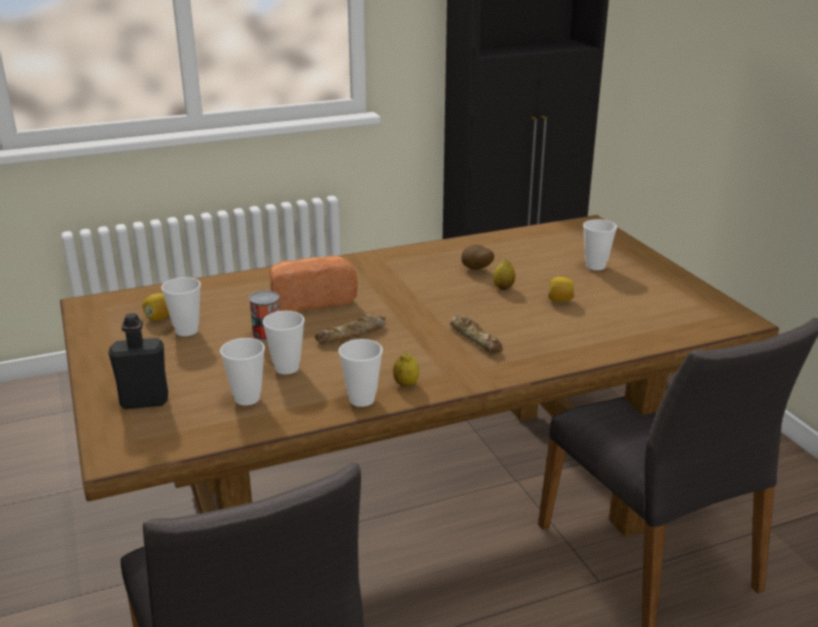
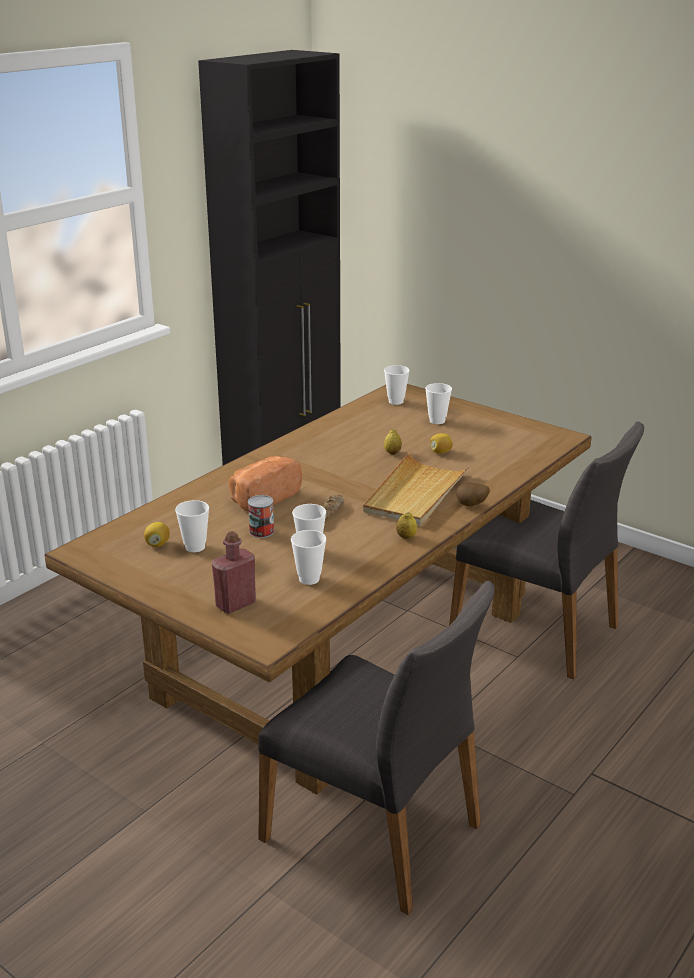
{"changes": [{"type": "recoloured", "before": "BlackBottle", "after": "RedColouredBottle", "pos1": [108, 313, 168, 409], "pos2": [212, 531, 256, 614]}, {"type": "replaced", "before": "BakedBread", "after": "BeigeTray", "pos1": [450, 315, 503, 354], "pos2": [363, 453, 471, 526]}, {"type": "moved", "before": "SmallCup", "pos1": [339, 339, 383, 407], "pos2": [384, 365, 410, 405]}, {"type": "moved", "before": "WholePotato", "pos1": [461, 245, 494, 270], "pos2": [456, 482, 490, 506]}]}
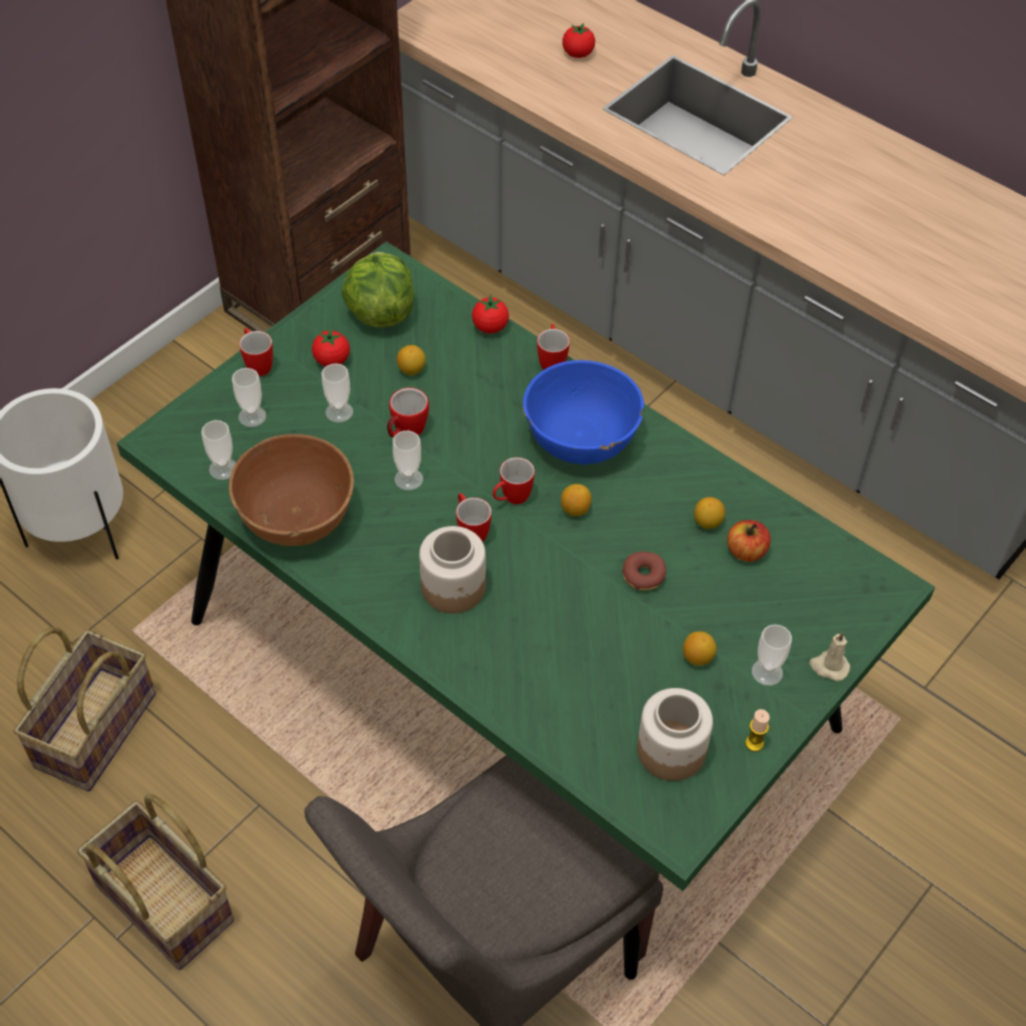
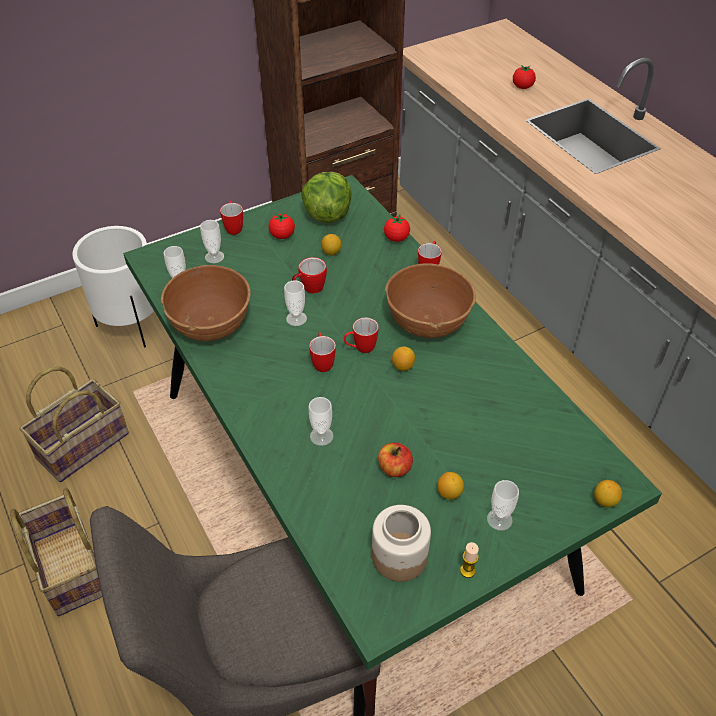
{"changes": [{"type": "moved", "before": "SmallCup", "pos1": [321, 363, 353, 423], "pos2": [309, 397, 334, 446]}, {"type": "moved", "before": "Apple", "pos1": [727, 520, 771, 562], "pos2": [378, 443, 413, 477]}, {"type": "recoloured", "before": "BlueServingBowl", "after": "BrownColouredServingBowl", "pos1": [523, 360, 644, 465], "pos2": [385, 263, 476, 338]}, {"type": "moved", "before": "CitrusFruit", "pos1": [694, 497, 725, 529], "pos2": [594, 480, 622, 507]}, {"type": "removed", "before": "StorageJar", "pos1": [419, 526, 486, 613]}, {"type": "removed", "before": "RingDoughnut", "pos1": [622, 552, 666, 590]}, {"type": "removed", "before": "BeigeWaxLight", "pos1": [809, 632, 850, 681]}]}
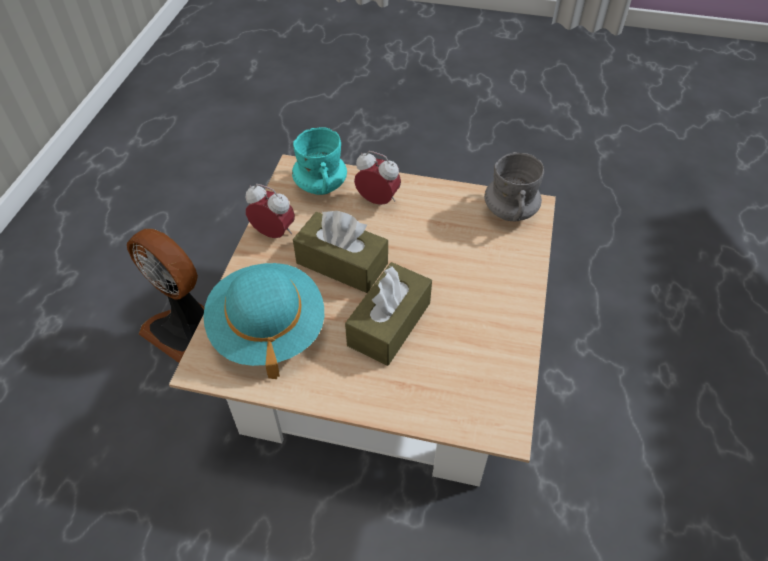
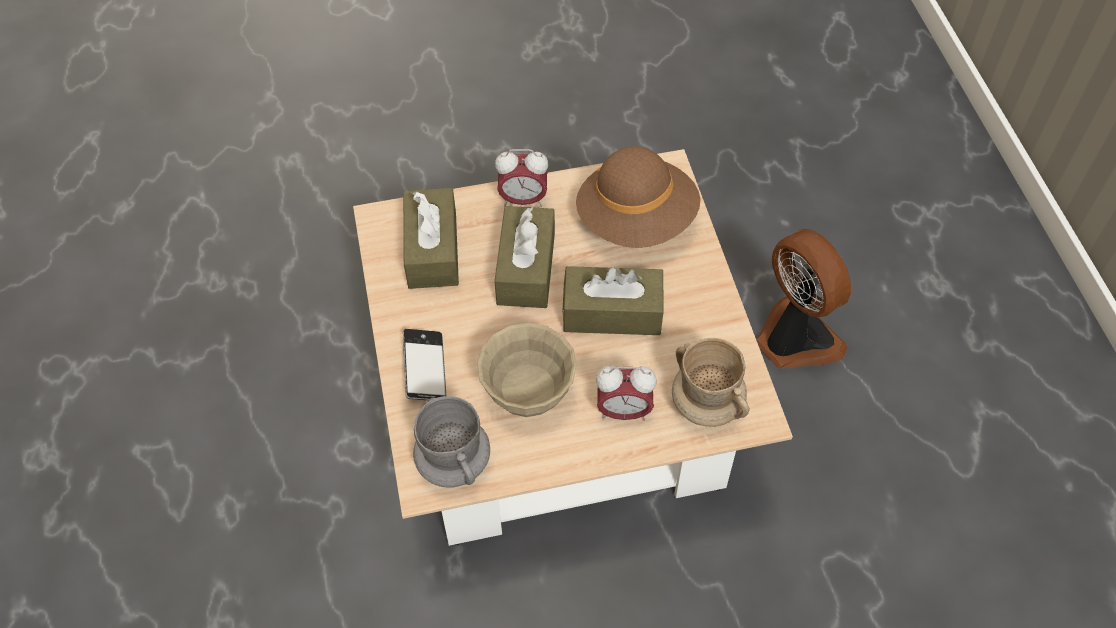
{"changes": [{"type": "added", "after": "BrownColouredTissueHolder", "pos2": [403, 188, 459, 289]}, {"type": "added", "after": "Phone", "pos2": [403, 329, 447, 401]}, {"type": "added", "after": "BeigeServingBowl", "pos2": [477, 322, 577, 417]}, {"type": "moved", "before": "BedsideClock", "pos1": [246, 184, 295, 238], "pos2": [495, 149, 548, 207]}, {"type": "recoloured", "before": "BlueGreenWearableHat", "after": "BrownColouredWearableHat", "pos1": [203, 263, 324, 379], "pos2": [576, 146, 701, 248]}, {"type": "recoloured", "before": "BlueGreenTeaMug", "after": "BeigeTeaMug", "pos1": [292, 127, 347, 195], "pos2": [672, 338, 750, 427]}, {"type": "turned", "before": "CoolingFan", "pos1": [127, 229, 204, 363], "pos2": [756, 229, 851, 368], "turn": 45}]}
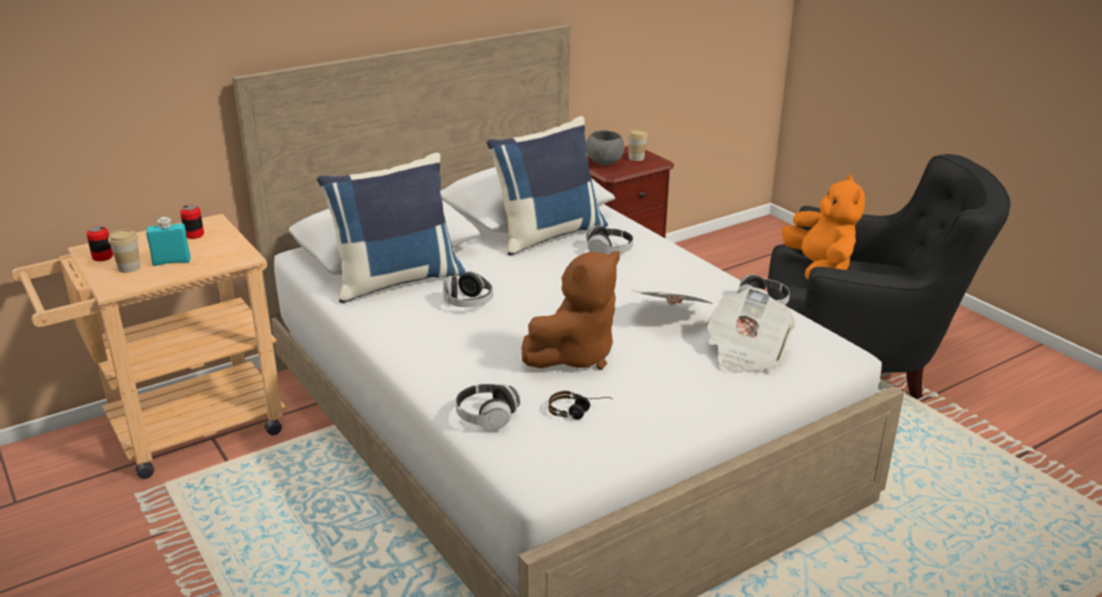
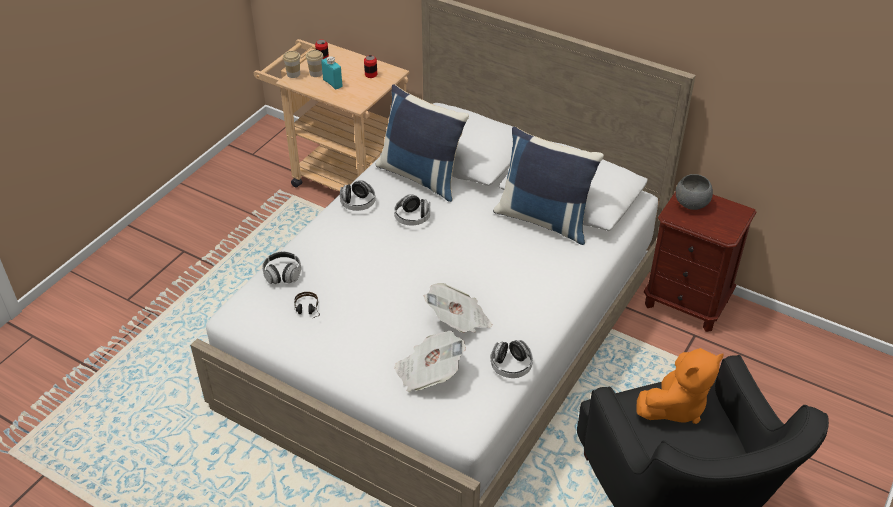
{"changes": [{"type": "moved", "before": "SmallCup", "pos1": [627, 129, 648, 161], "pos2": [283, 51, 301, 78]}, {"type": "moved", "before": "Headphones", "pos1": [586, 225, 633, 255], "pos2": [340, 180, 376, 211]}, {"type": "removed", "before": "BrownColouredCuddlyToy", "pos1": [521, 251, 620, 370]}]}
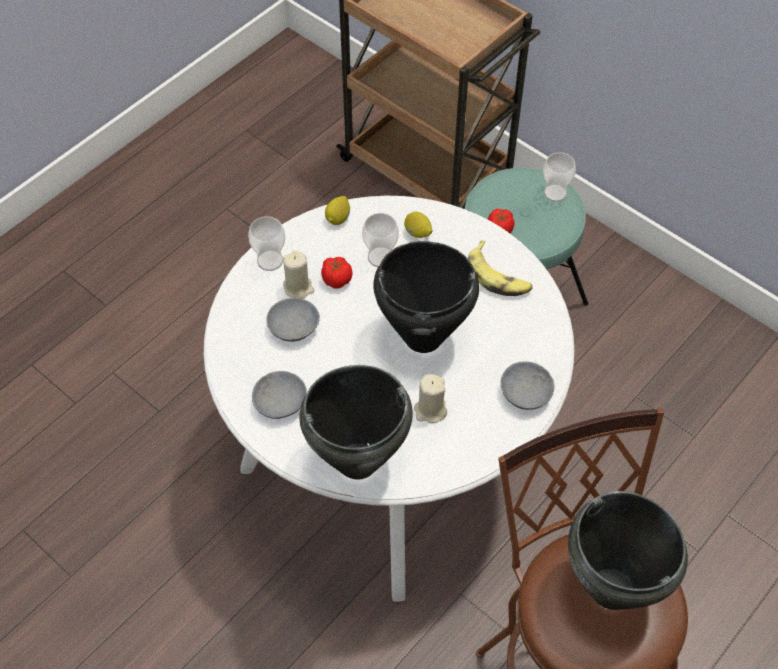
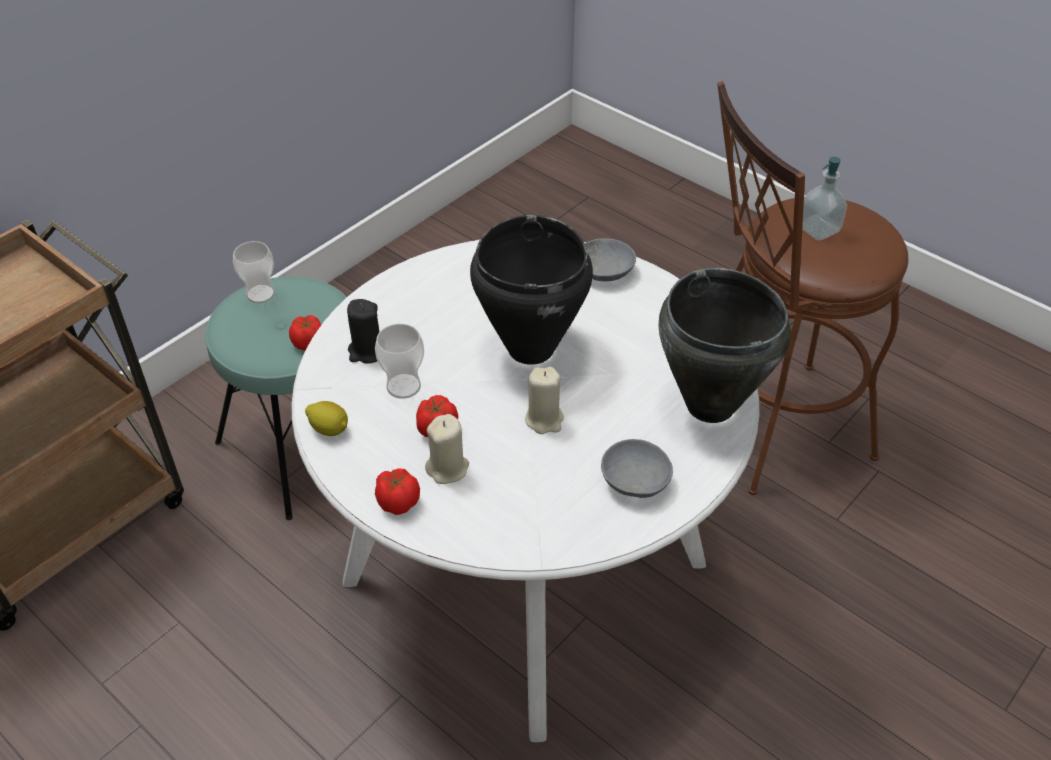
{"changes": [{"type": "replaced", "before": "CitrusFruit", "after": "BlackWaxLight", "pos1": [404, 212, 432, 238], "pos2": [347, 299, 379, 364]}, {"type": "replaced", "before": "SmallCup", "after": "Tomato", "pos1": [248, 216, 285, 271], "pos2": [375, 468, 420, 515]}, {"type": "moved", "before": "BeigeWaxLight", "pos1": [414, 374, 447, 423], "pos2": [525, 367, 564, 434]}, {"type": "replaced", "before": "BlackStockpot", "after": "LiquidSoapBottle", "pos1": [568, 491, 688, 610], "pos2": [802, 157, 847, 241]}, {"type": "removed", "before": "GreyServingBowl", "pos1": [266, 298, 320, 342]}, {"type": "removed", "before": "BananaFruit", "pos1": [468, 241, 533, 296]}]}
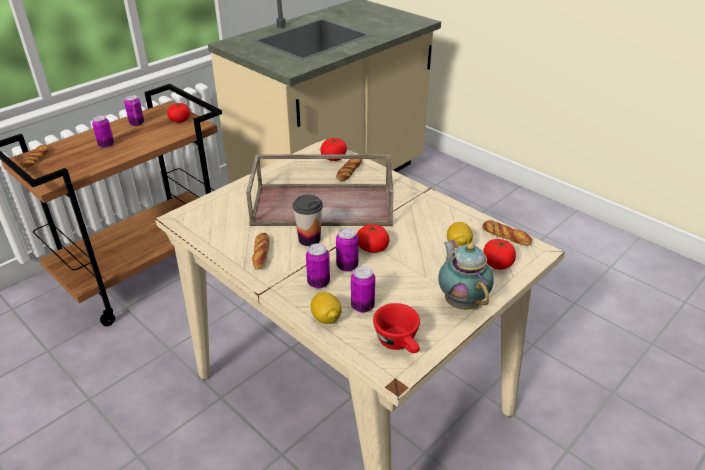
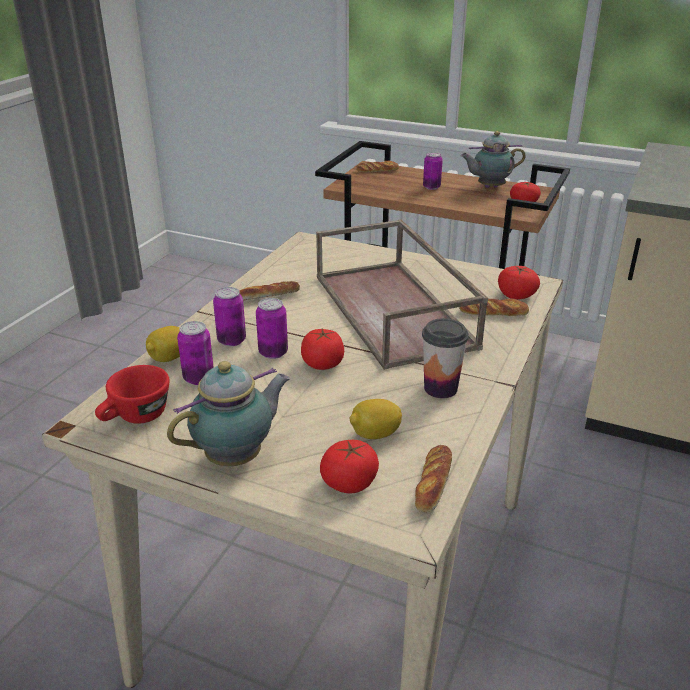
{"changes": [{"type": "moved", "before": "SmallCup", "pos1": [293, 194, 323, 246], "pos2": [422, 318, 469, 398]}, {"type": "replaced", "before": "SealedCan", "after": "PotForTea", "pos1": [124, 95, 144, 126], "pos2": [461, 131, 526, 188]}]}
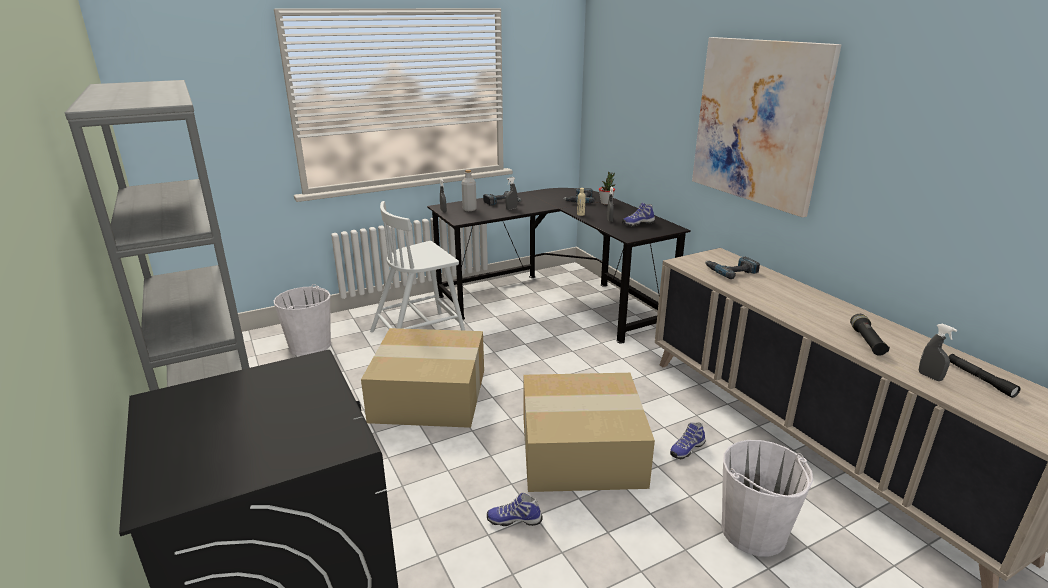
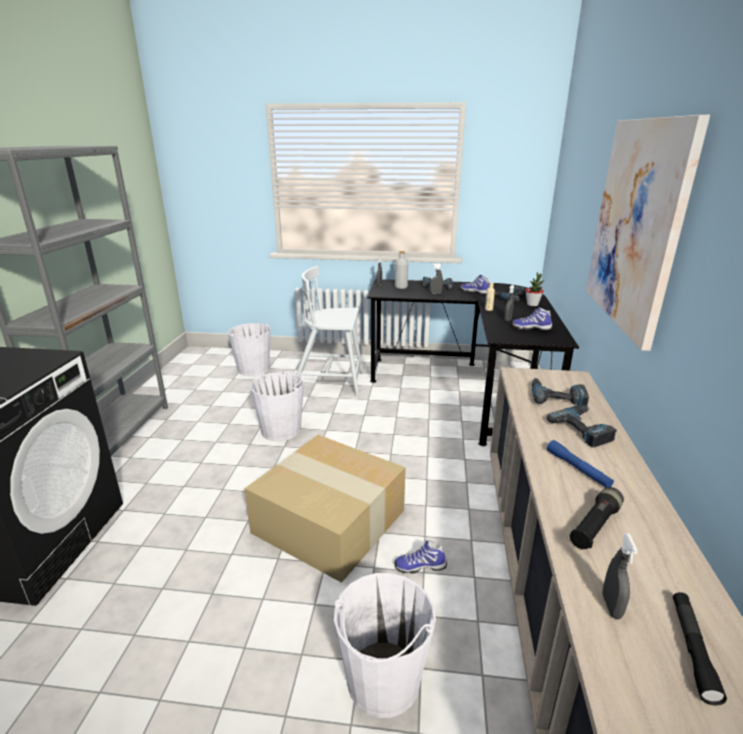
{"changes": [{"type": "replaced", "before": "CardboardBox", "after": "WhitePail", "pos1": [361, 328, 484, 428], "pos2": [250, 371, 304, 441]}, {"type": "moved", "before": "Shoe", "pos1": [487, 493, 543, 526], "pos2": [460, 275, 489, 295]}, {"type": "added", "after": "ElectricDrill", "pos2": [547, 405, 617, 447]}, {"type": "added", "after": "BlueTorch", "pos2": [547, 440, 614, 487]}]}
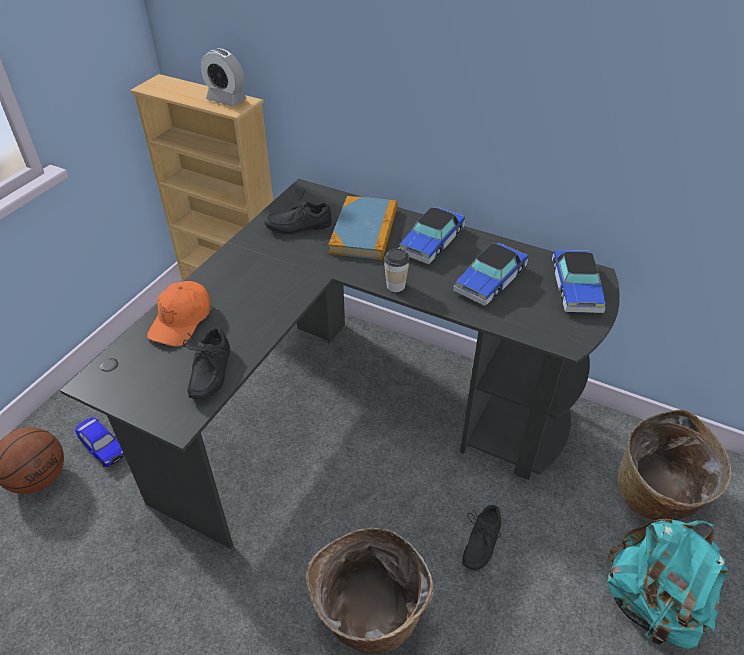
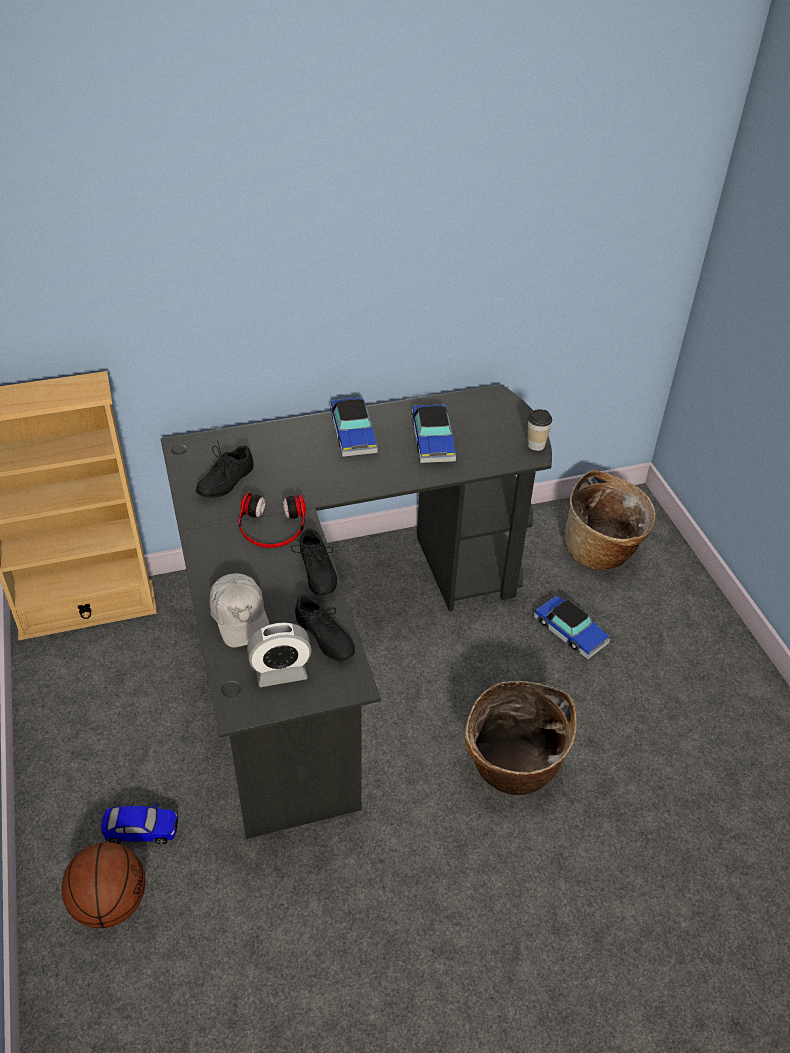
{"changes": [{"type": "recoloured", "before": "OrangeyPeakedCap", "after": "WhitePeakedCap", "pos1": [147, 281, 210, 346], "pos2": [209, 573, 270, 648]}, {"type": "added", "after": "Headphones", "pos2": [239, 493, 306, 548]}, {"type": "moved", "before": "BedsideClock", "pos1": [201, 48, 247, 107], "pos2": [247, 622, 312, 687]}, {"type": "moved", "before": "BlackShoe", "pos1": [462, 505, 501, 571], "pos2": [291, 528, 337, 595]}, {"type": "moved", "before": "SmallCup", "pos1": [384, 248, 410, 292], "pos2": [527, 409, 552, 451]}, {"type": "moved", "before": "ModelCar", "pos1": [552, 250, 606, 313], "pos2": [534, 596, 610, 659]}, {"type": "removed", "before": "Volume", "pos1": [328, 196, 397, 260]}, {"type": "removed", "before": "BlueGreenRucksack", "pos1": [607, 519, 728, 649]}]}
